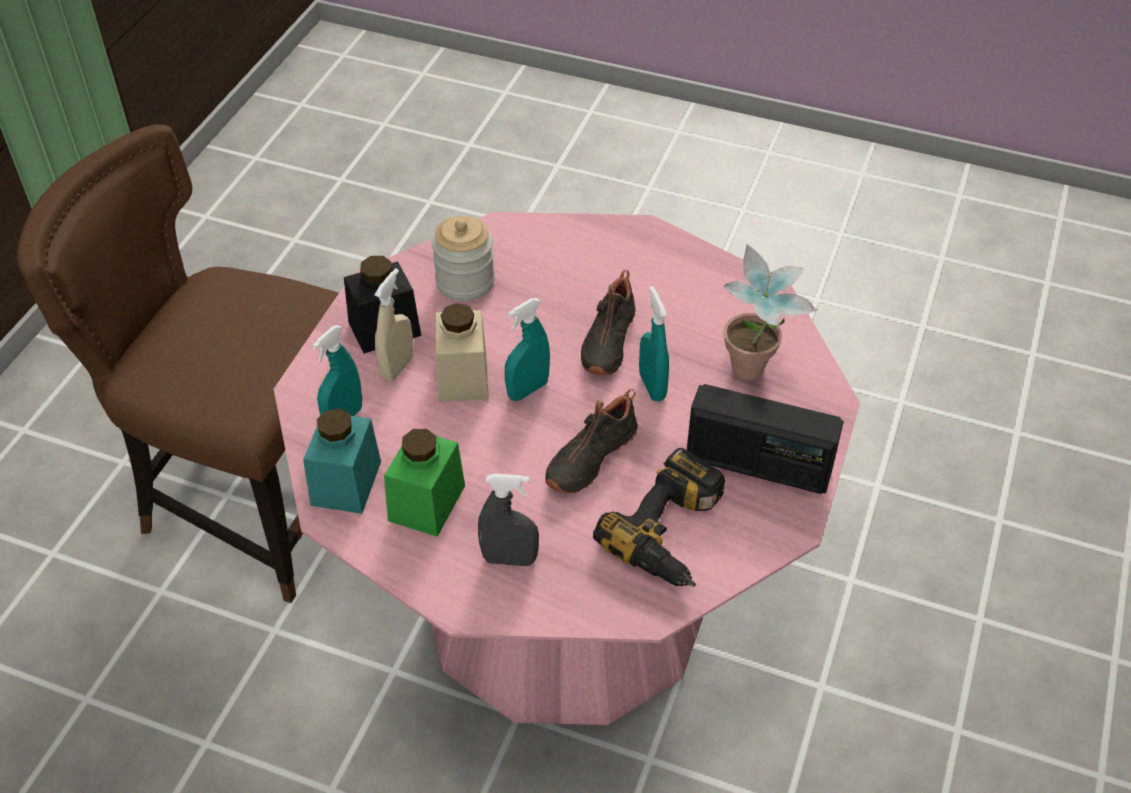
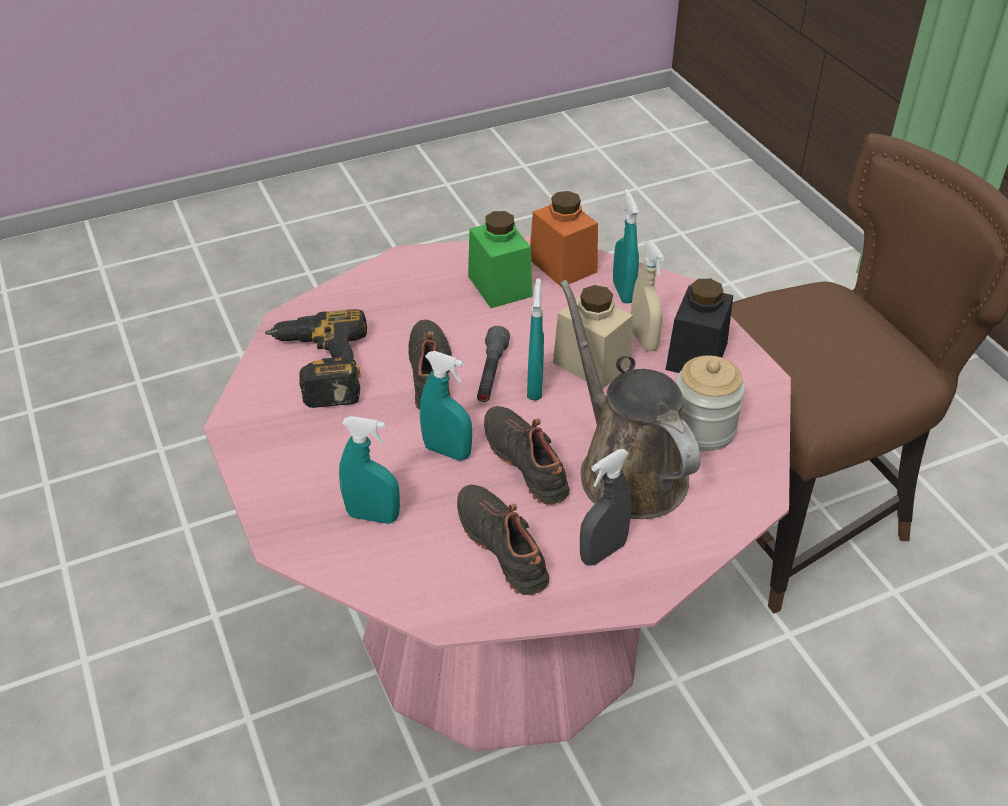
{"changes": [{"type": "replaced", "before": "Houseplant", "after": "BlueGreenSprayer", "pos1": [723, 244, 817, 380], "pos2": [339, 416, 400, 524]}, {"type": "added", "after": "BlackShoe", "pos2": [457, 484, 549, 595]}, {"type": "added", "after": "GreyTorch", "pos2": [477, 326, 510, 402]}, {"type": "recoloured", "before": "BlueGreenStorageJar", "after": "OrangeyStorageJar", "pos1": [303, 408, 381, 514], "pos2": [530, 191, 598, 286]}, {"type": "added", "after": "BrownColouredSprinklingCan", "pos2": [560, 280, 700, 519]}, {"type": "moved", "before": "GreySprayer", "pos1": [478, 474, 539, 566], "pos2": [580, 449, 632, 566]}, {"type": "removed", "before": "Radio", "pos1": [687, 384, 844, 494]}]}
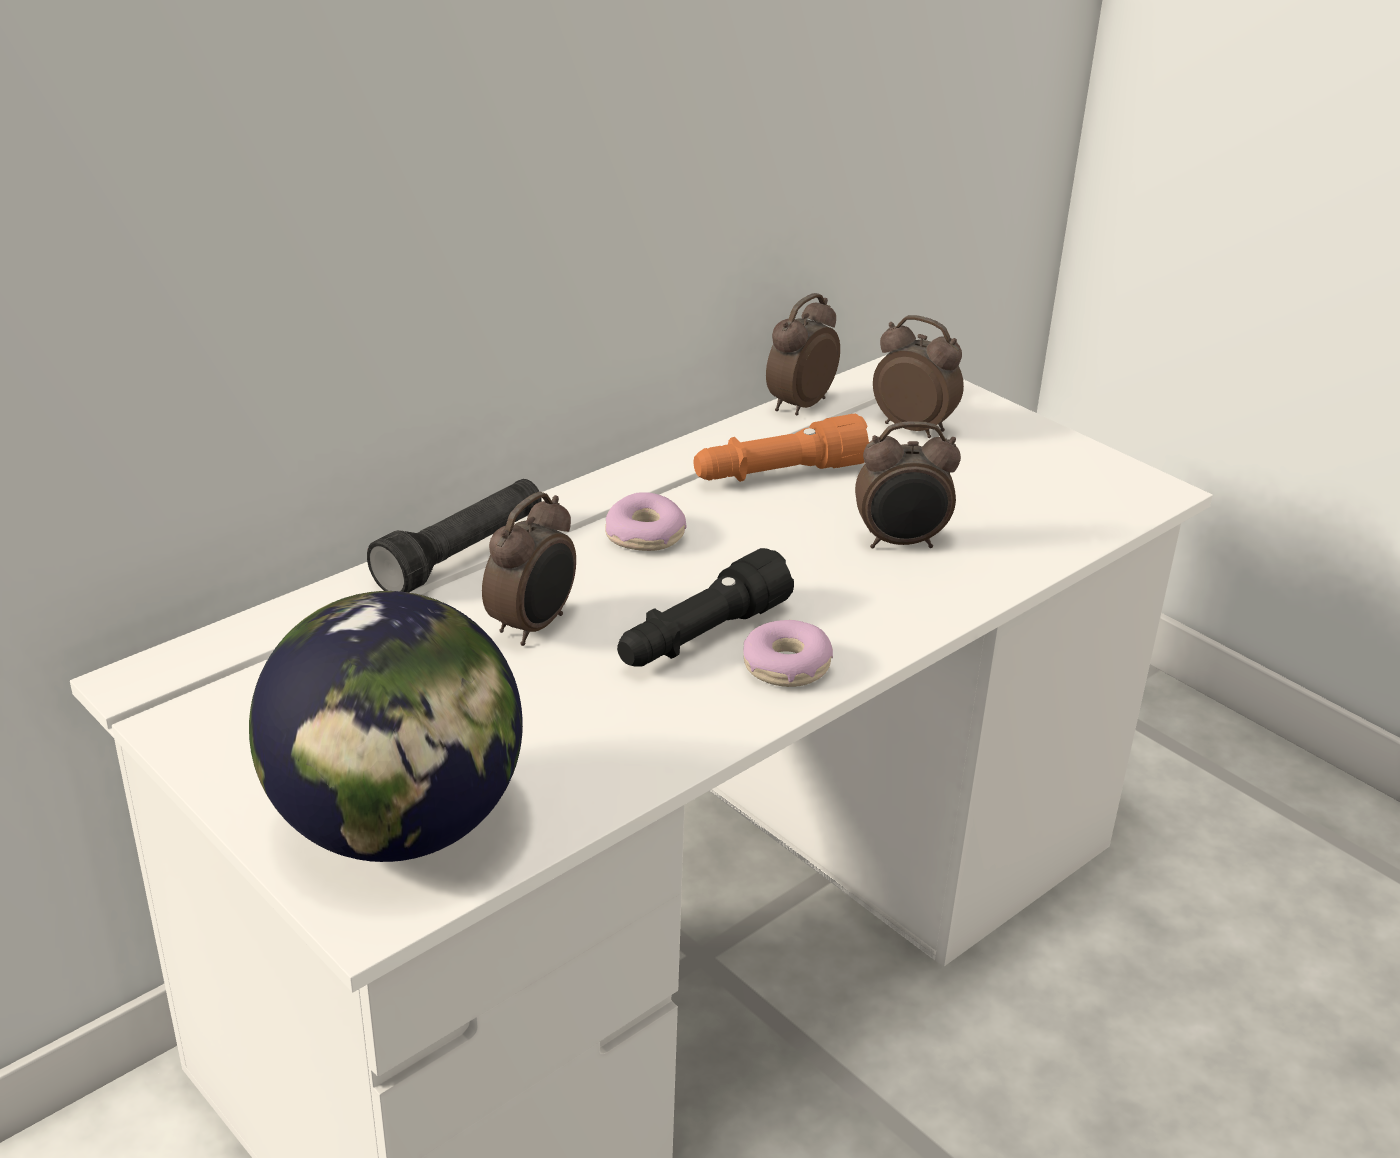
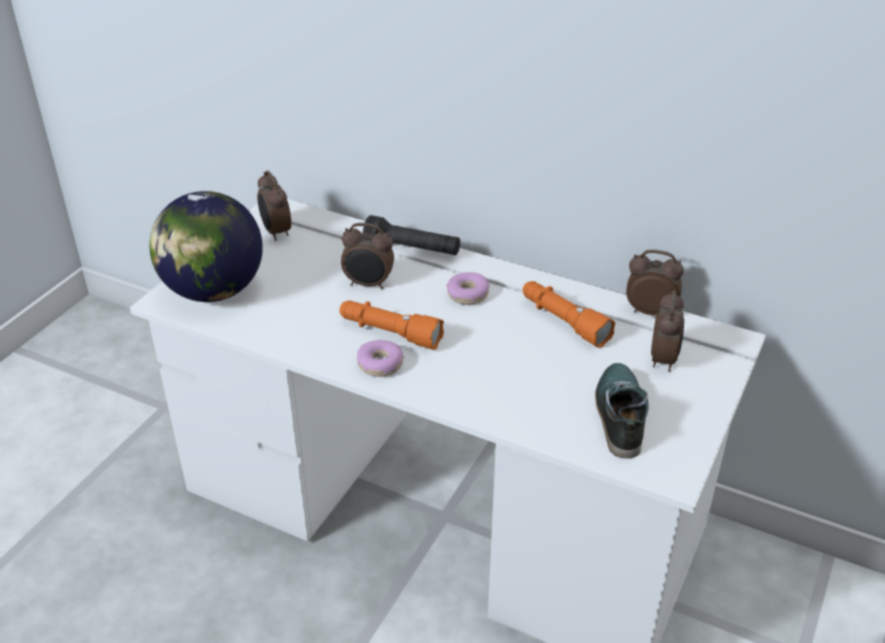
{"changes": [{"type": "moved", "before": "BedsideClock", "pos1": [855, 421, 961, 548], "pos2": [257, 171, 291, 241]}, {"type": "recoloured", "before": "BlackTorch", "after": "OrangeyTorch", "pos1": [617, 548, 794, 667], "pos2": [340, 300, 444, 350]}, {"type": "added", "after": "Shoe", "pos2": [595, 363, 649, 458]}]}
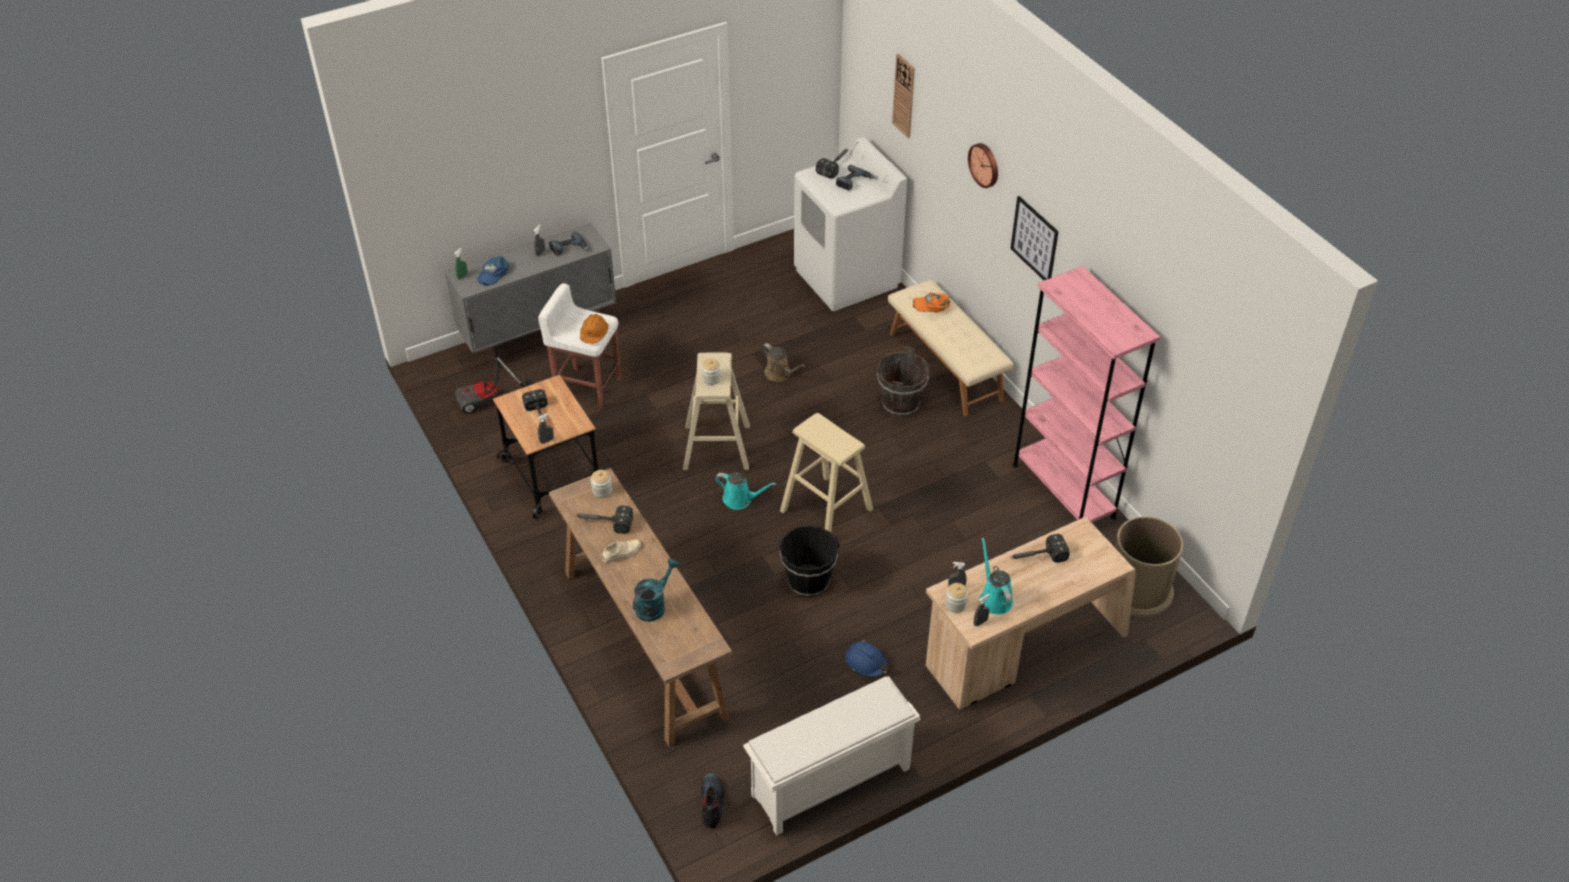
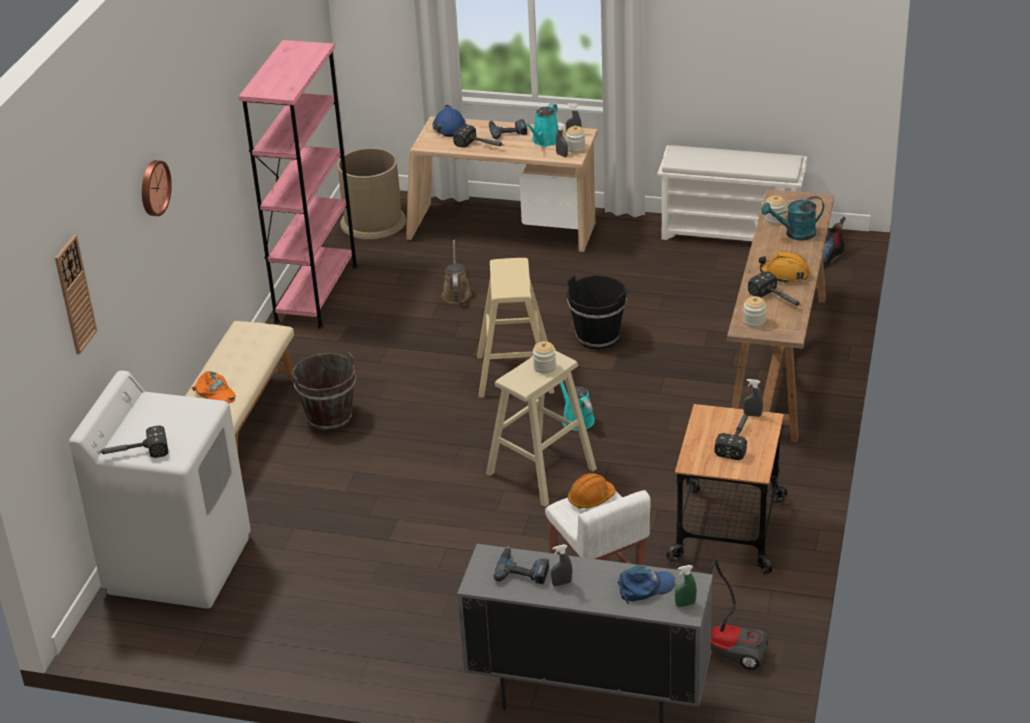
{"changes": [{"type": "moved", "before": "BlueWorkHelmet", "pos1": [845, 640, 889, 678], "pos2": [432, 105, 467, 137]}, {"type": "moved", "before": "BrownColouredSprinklingCan", "pos1": [762, 343, 806, 382], "pos2": [441, 240, 472, 303]}, {"type": "moved", "before": "ElectricDrill", "pos1": [836, 165, 875, 190], "pos2": [489, 119, 527, 139]}, {"type": "replaced", "before": "BeigeShoe", "after": "OrangeyWorkHelmet", "pos1": [602, 539, 641, 563], "pos2": [759, 251, 810, 283]}, {"type": "added", "after": "StorageJar", "pos2": [765, 195, 786, 224]}, {"type": "removed", "before": "WallPicture", "pos1": [1010, 196, 1059, 280]}]}
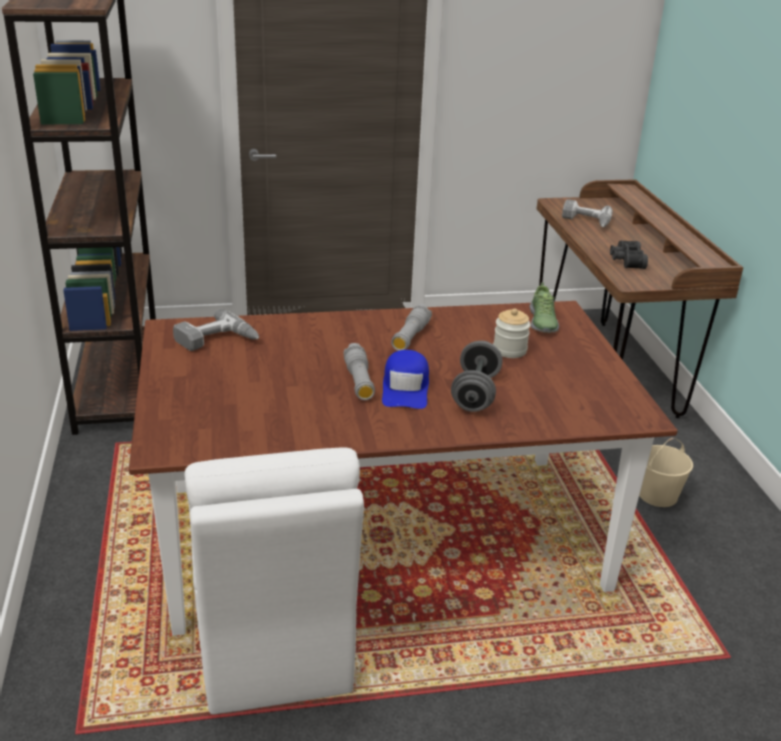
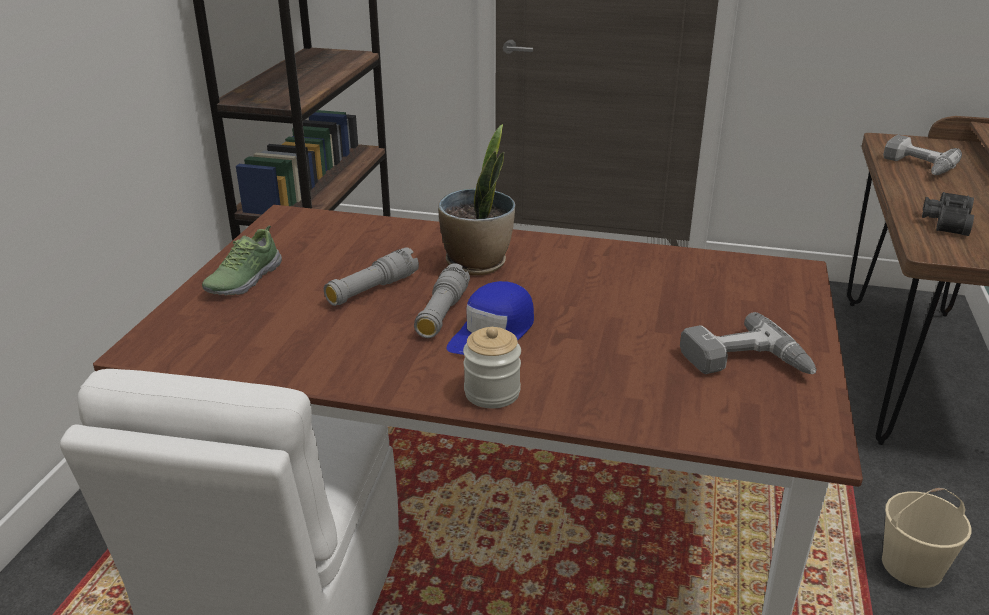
{"changes": [{"type": "moved", "before": "Shoe", "pos1": [530, 282, 559, 333], "pos2": [202, 225, 282, 295]}, {"type": "moved", "before": "GreyTorch", "pos1": [391, 304, 432, 351], "pos2": [324, 247, 419, 306]}, {"type": "added", "after": "Houseplant", "pos2": [438, 124, 515, 275]}, {"type": "moved", "before": "StorageJar", "pos1": [493, 308, 531, 358], "pos2": [463, 327, 521, 409]}, {"type": "moved", "before": "ElectricDrill", "pos1": [173, 309, 259, 351], "pos2": [680, 312, 816, 374]}, {"type": "removed", "before": "GreyFreeWeight", "pos1": [451, 341, 503, 412]}]}
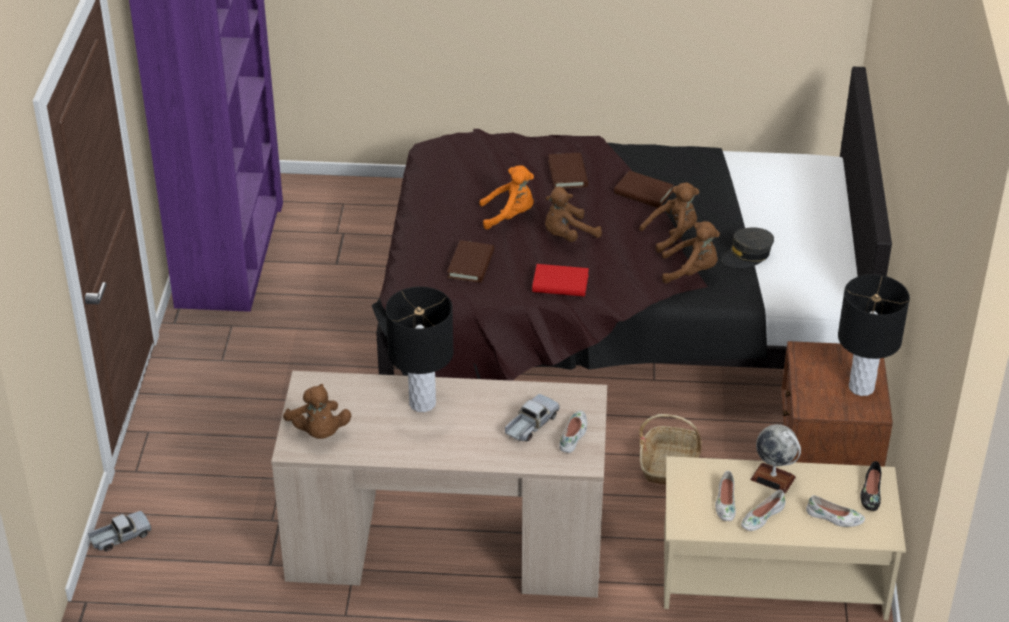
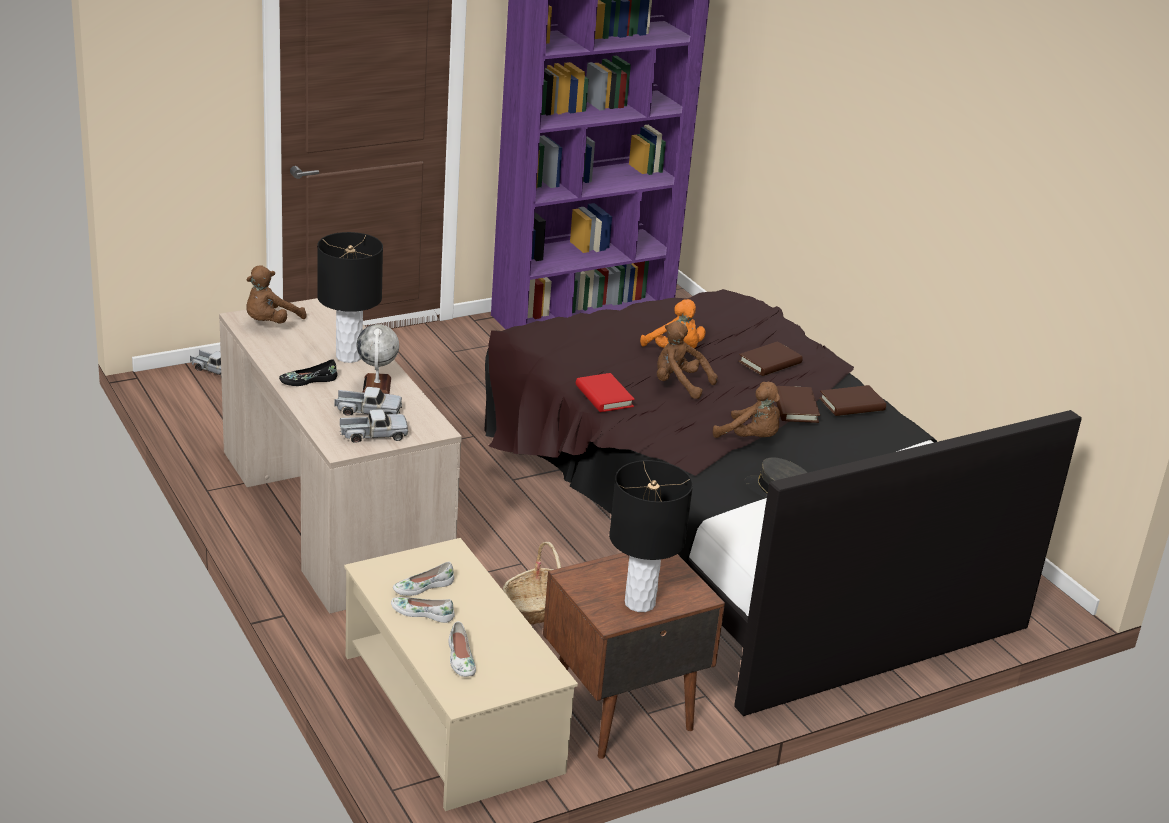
{"changes": [{"type": "moved", "before": "BlackShoe", "pos1": [860, 461, 881, 511], "pos2": [279, 359, 338, 386]}, {"type": "replaced", "before": "WhiteShoe", "after": "ToyTruck", "pos1": [559, 410, 587, 453], "pos2": [340, 410, 408, 443]}, {"type": "moved", "before": "Globe", "pos1": [750, 424, 801, 493], "pos2": [356, 324, 399, 394]}, {"type": "moved", "before": "BrownColouredVolume", "pos1": [447, 240, 494, 283], "pos2": [819, 385, 886, 416]}, {"type": "removed", "before": "BrownColouredCuddlyToy", "pos1": [662, 221, 720, 284]}]}
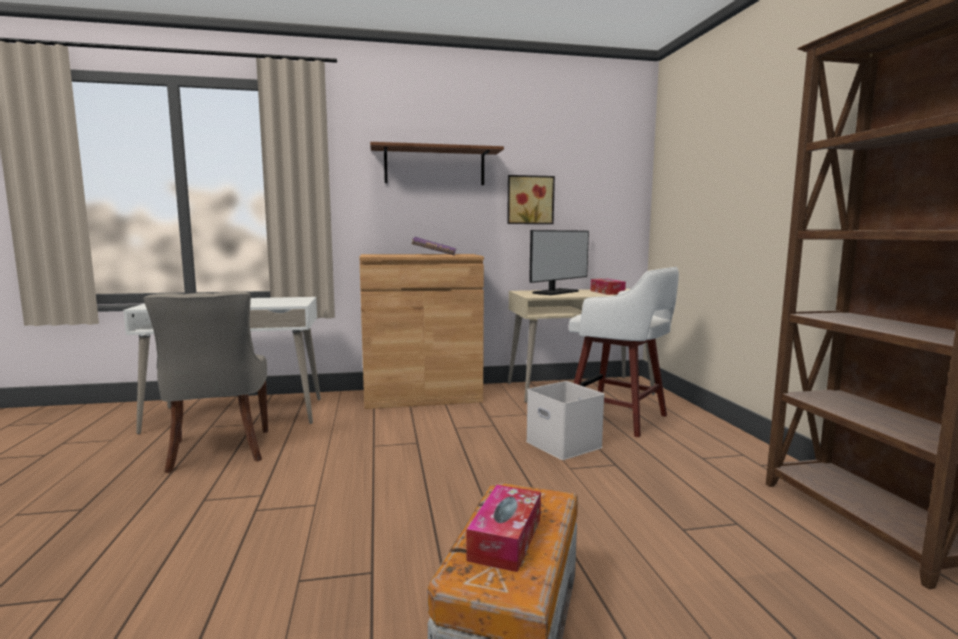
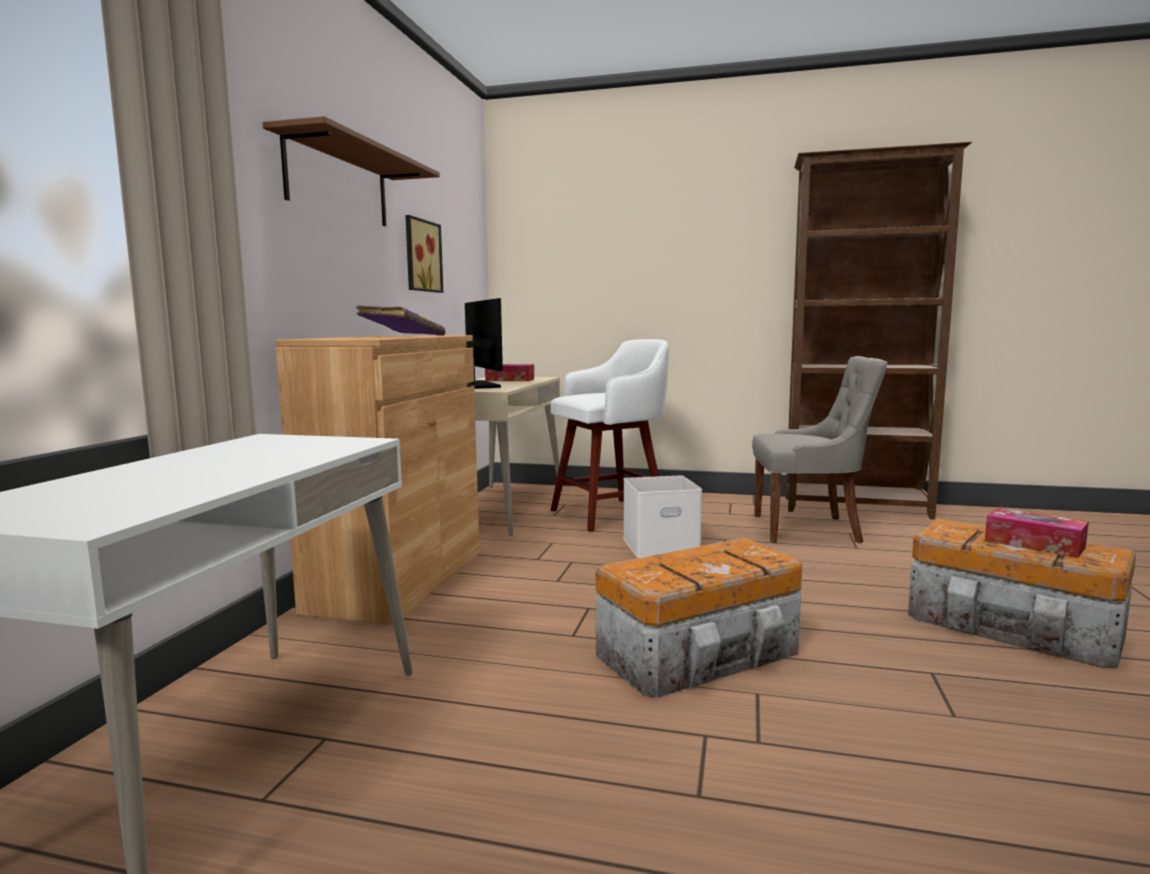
{"changes": [{"type": "added", "after": "StorageContainer", "pos2": [596, 538, 802, 698]}, {"type": "moved", "before": "GreyPlainChair", "pos1": [144, 291, 268, 473], "pos2": [752, 356, 888, 543]}]}
